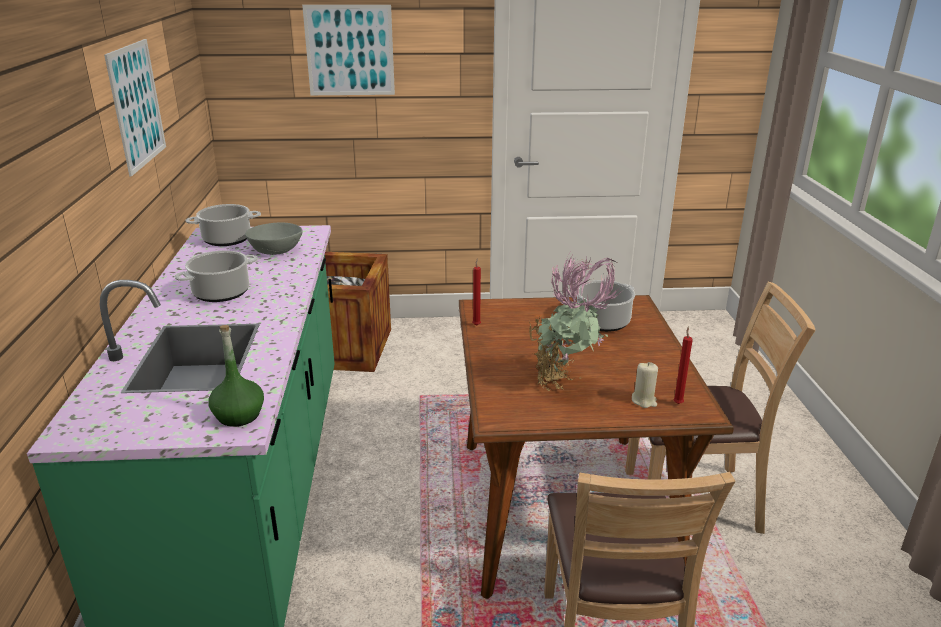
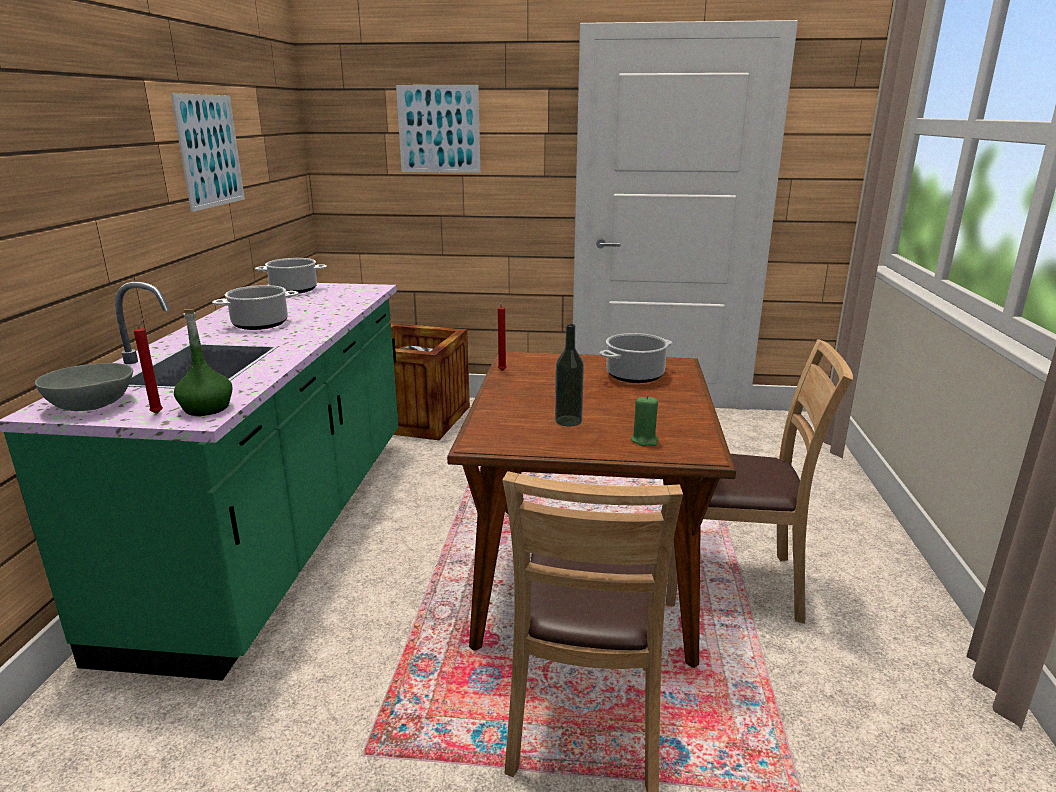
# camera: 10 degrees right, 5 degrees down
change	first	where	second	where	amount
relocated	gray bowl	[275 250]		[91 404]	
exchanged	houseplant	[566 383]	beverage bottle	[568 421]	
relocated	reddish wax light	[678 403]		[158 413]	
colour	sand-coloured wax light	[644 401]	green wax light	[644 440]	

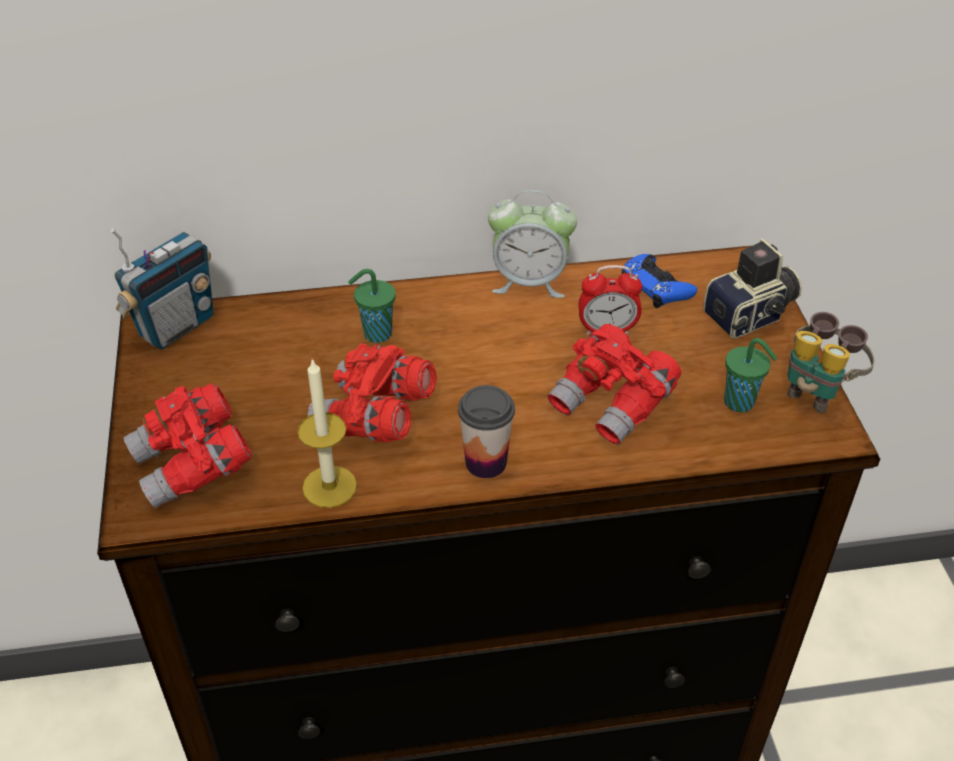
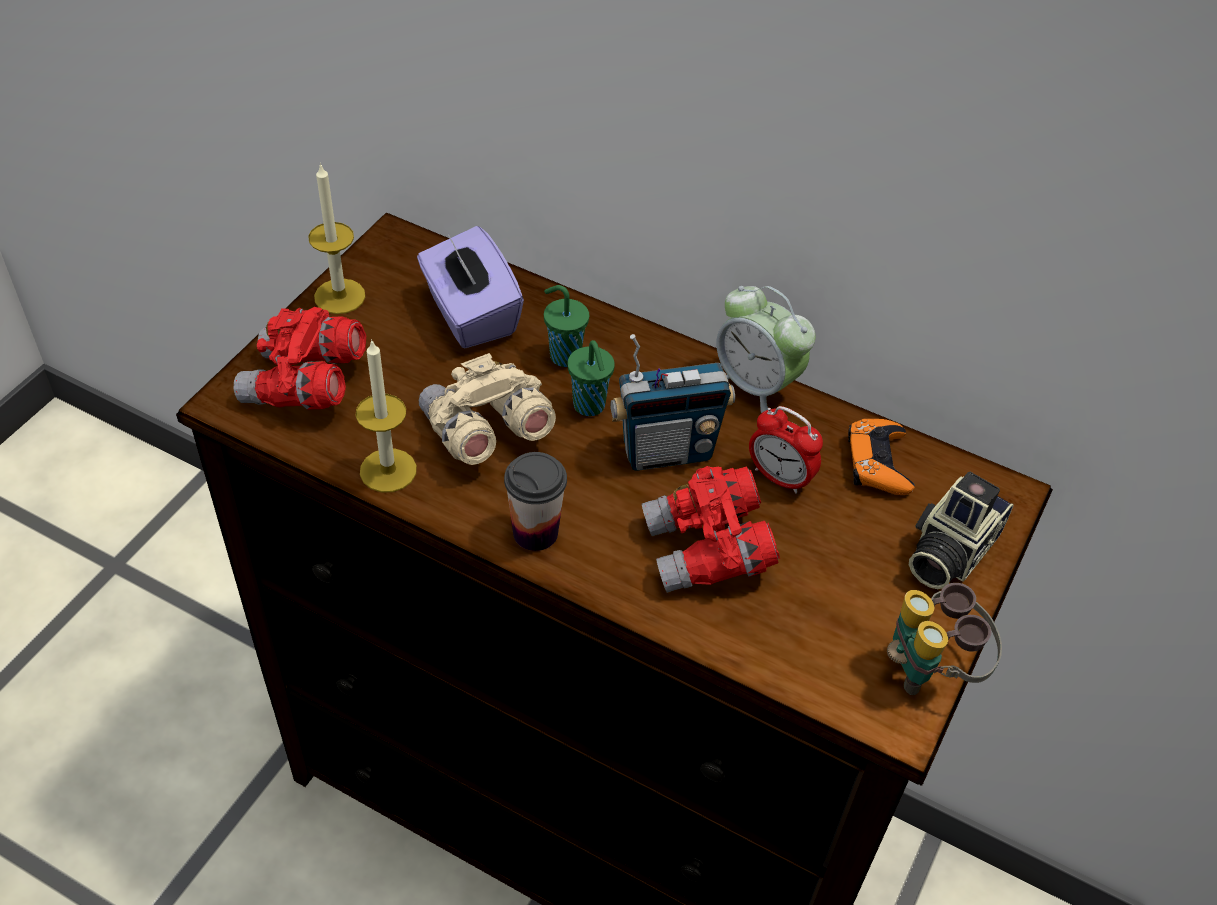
# camera: 35 degrees right, 5 degrees up
change	first	where	second	where	amount
relocated	radio set	[176 326]		[666 451]	
spun	photo camera	[752 316]		[947 551]	120 degrees clockwise
colour	blue game controller	[656 287]	orangey game controller	[878 463]	
relocated	green cup	[741 403]		[590 407]	
colour	reddish binoculars	[374 418]	sand-coloured binoculars	[484 432]	
appeared			wax light	[339 296]	
appeared			purple box of tissues	[470 314]	

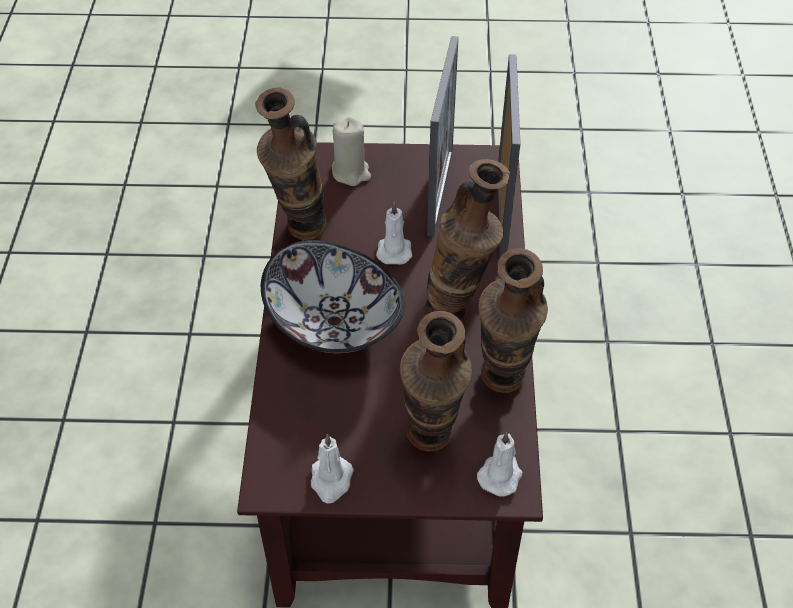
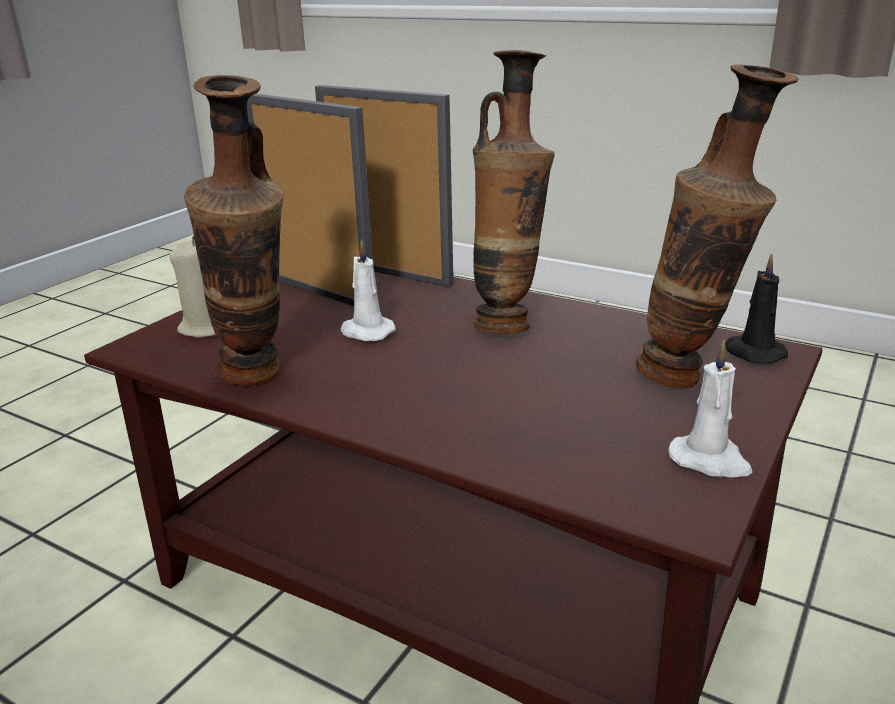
# camera: 60 degrees left, 25 degrees down
change	first	where	second	where	amount
missing	bowl	[335 321]			
missing	vase	[501 389]			
colour	white wax light	[501 474]	black wax light	[752 352]	

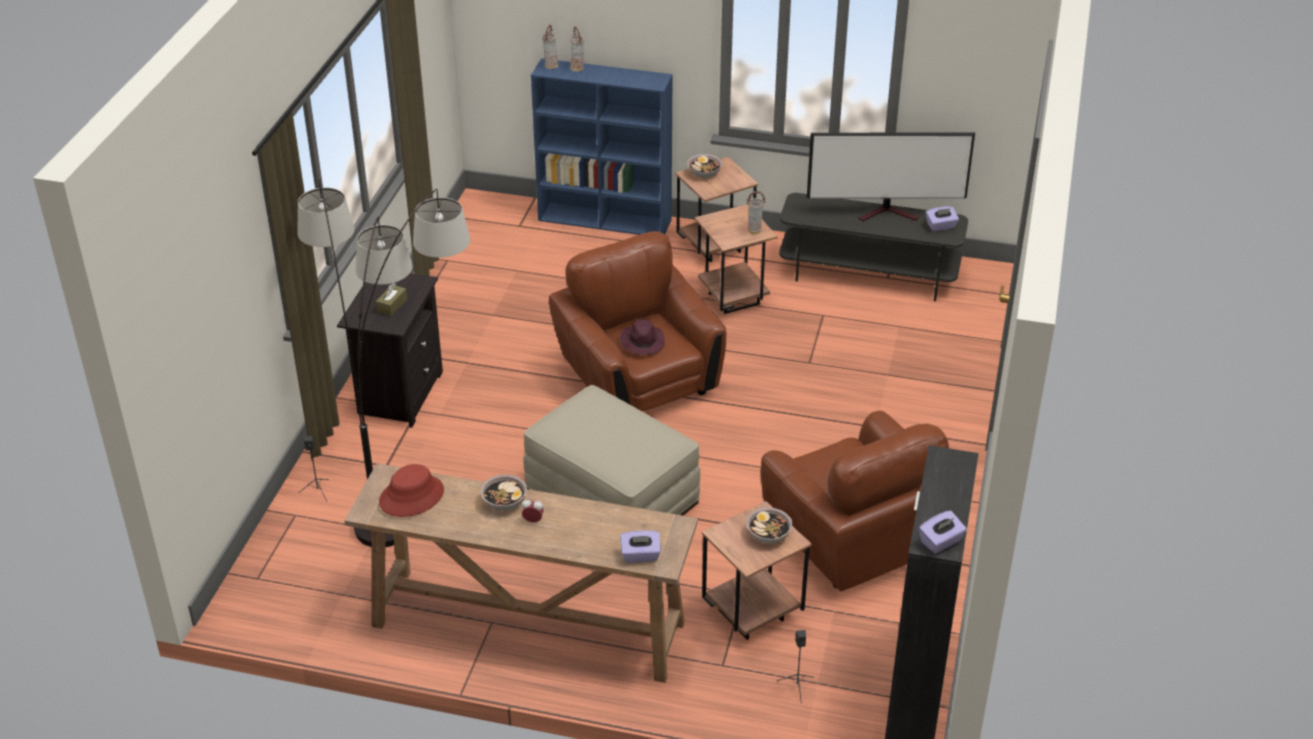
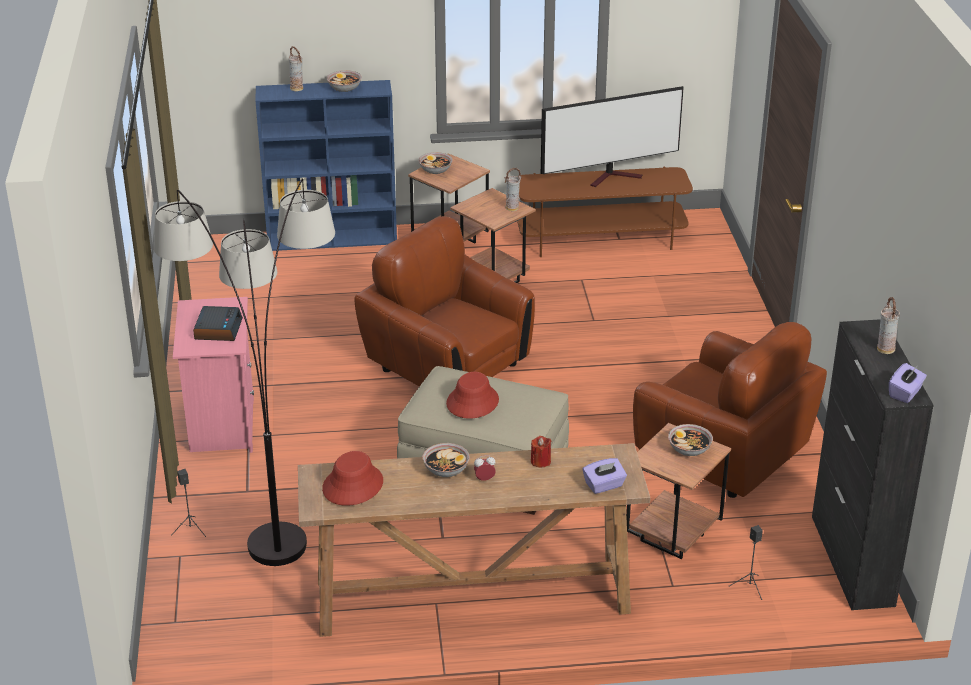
# camera: 20 degrees left, 5 degrees down
change	first	where	second	where	amount
relocated	vase	[550 66]		[884 349]	
colour	gray tv stand	[869 274]	brownish tv stand	[601 239]	
missing	purple box of tissues	[941 226]			
colour	black bedside table	[399 394]	pink bedside table	[221 426]	
exchanged	brownish box of tissues	[392 305]	table clock	[218 329]	
missing	purple wearable hat	[642 342]			
appeared			bowl	[344 88]	
appeared			reddish wearable hat	[472 402]	
appeared			reddish wax light	[540 461]	

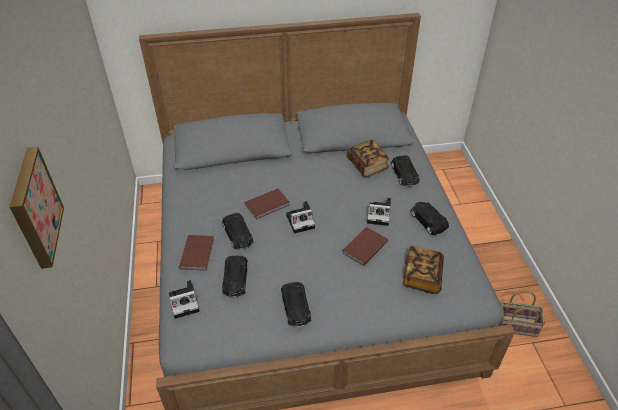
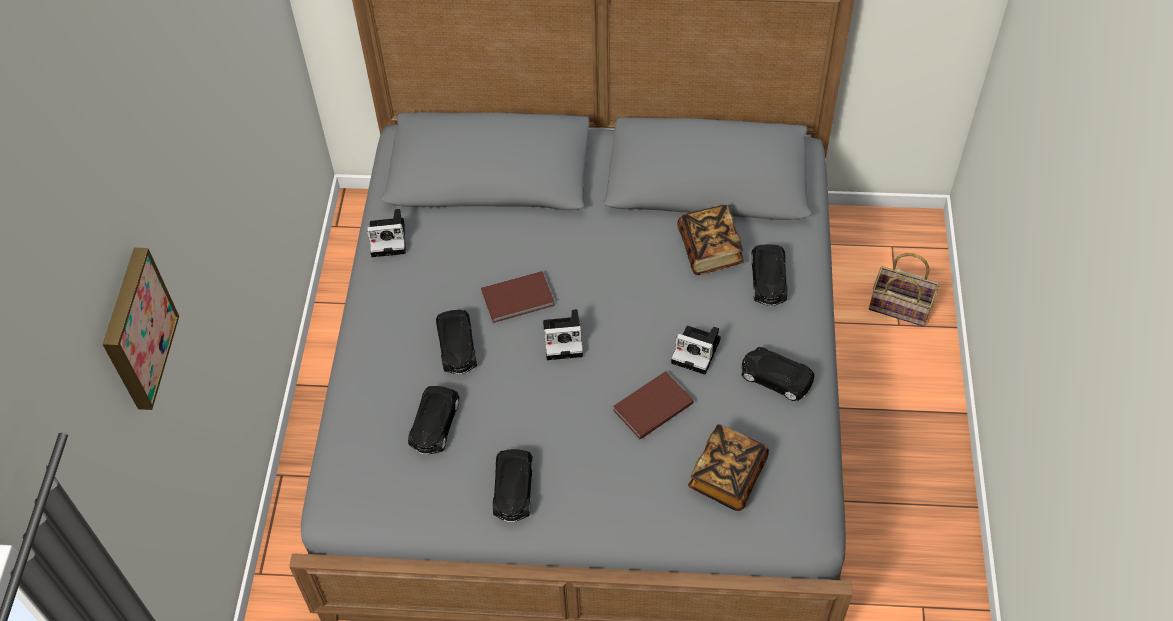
# camera: 15 degrees right, 10 degrees up
change	first	where	second	where	amount
spun	black toy car	[428 221]		[775 378]	45 degrees counterclockwise
missing	brownish book	[198 253]			
relocated	photo camera	[185 302]		[390 238]	
relocated	basket	[517 325]		[902 306]	

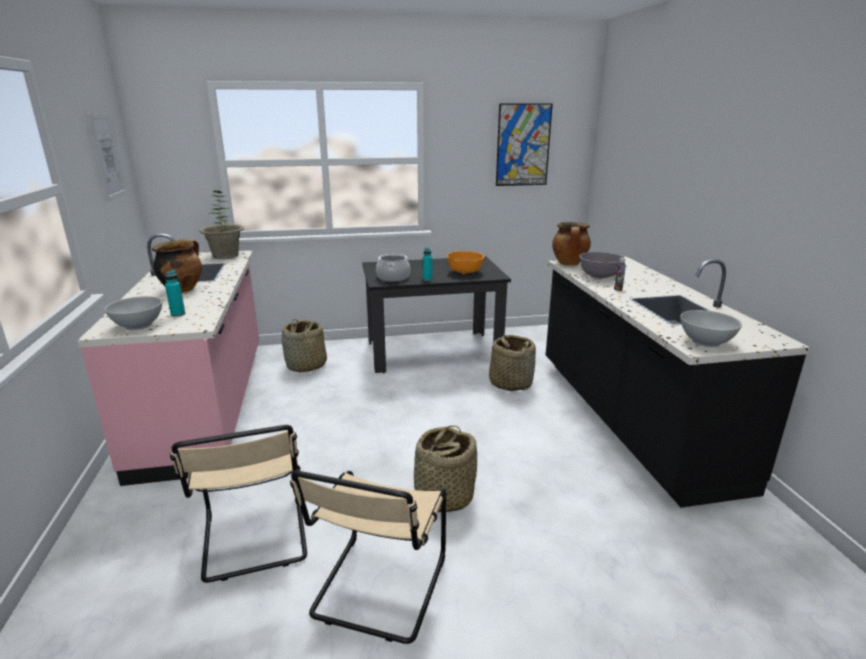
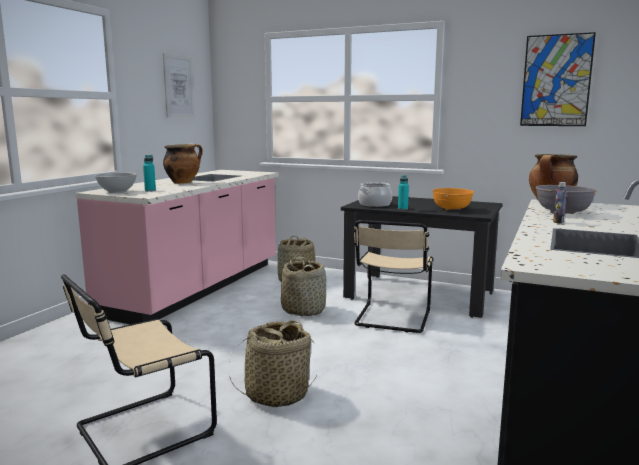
# camera: 35 degrees right, 10 degrees down
change	first	where	second	where	amount
missing	houseplant	[225 256]			
missing	white bowl	[705 342]			
relocated	basket	[510 382]		[304 310]	
relocated	sand-coloured plain chair	[255 539]		[392 319]	

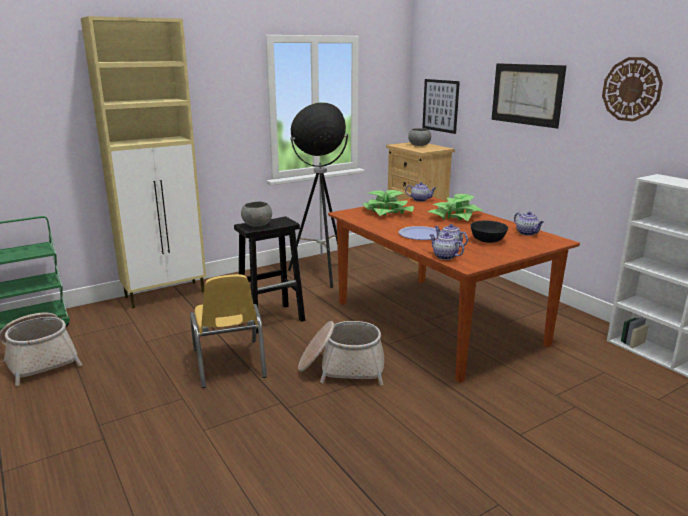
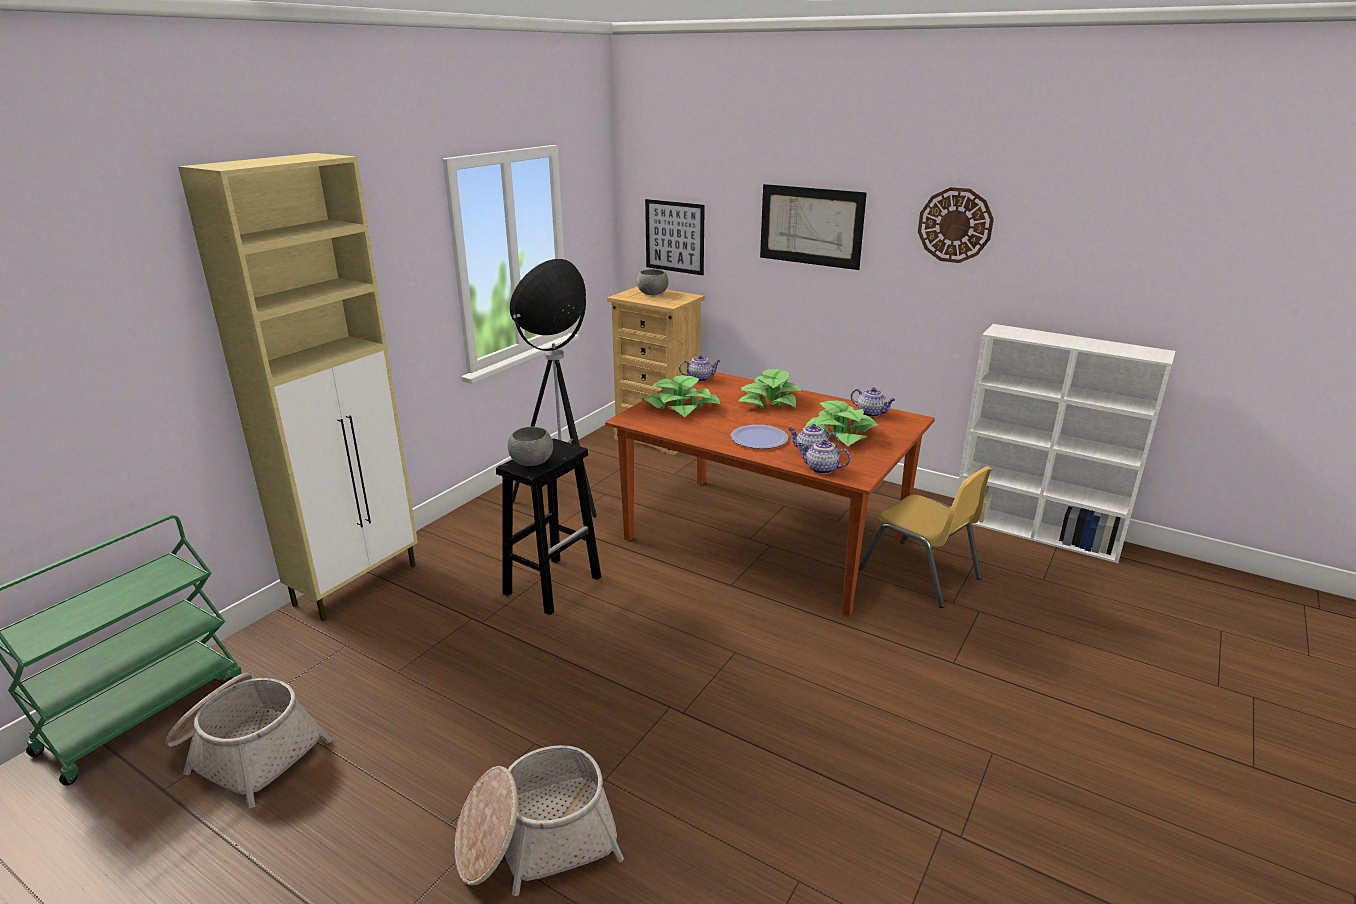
# camera: 25 degrees left, 5 degrees up
change	first	where	second	where	amount
exchanged	black bowl	[488 240]	houseplant	[841 433]	
relocated	yellowish plain chair	[229 363]		[920 574]	
relocated	basket	[342 367]		[536 840]	

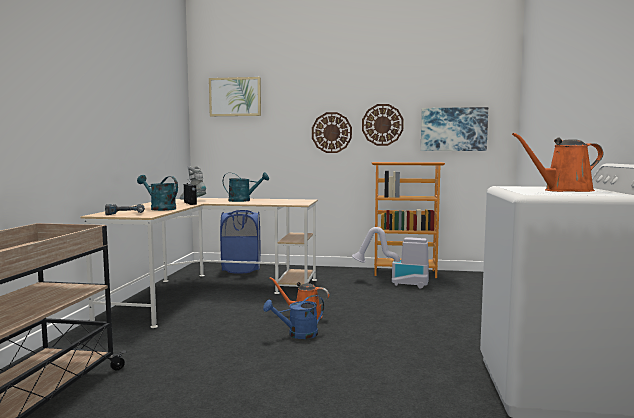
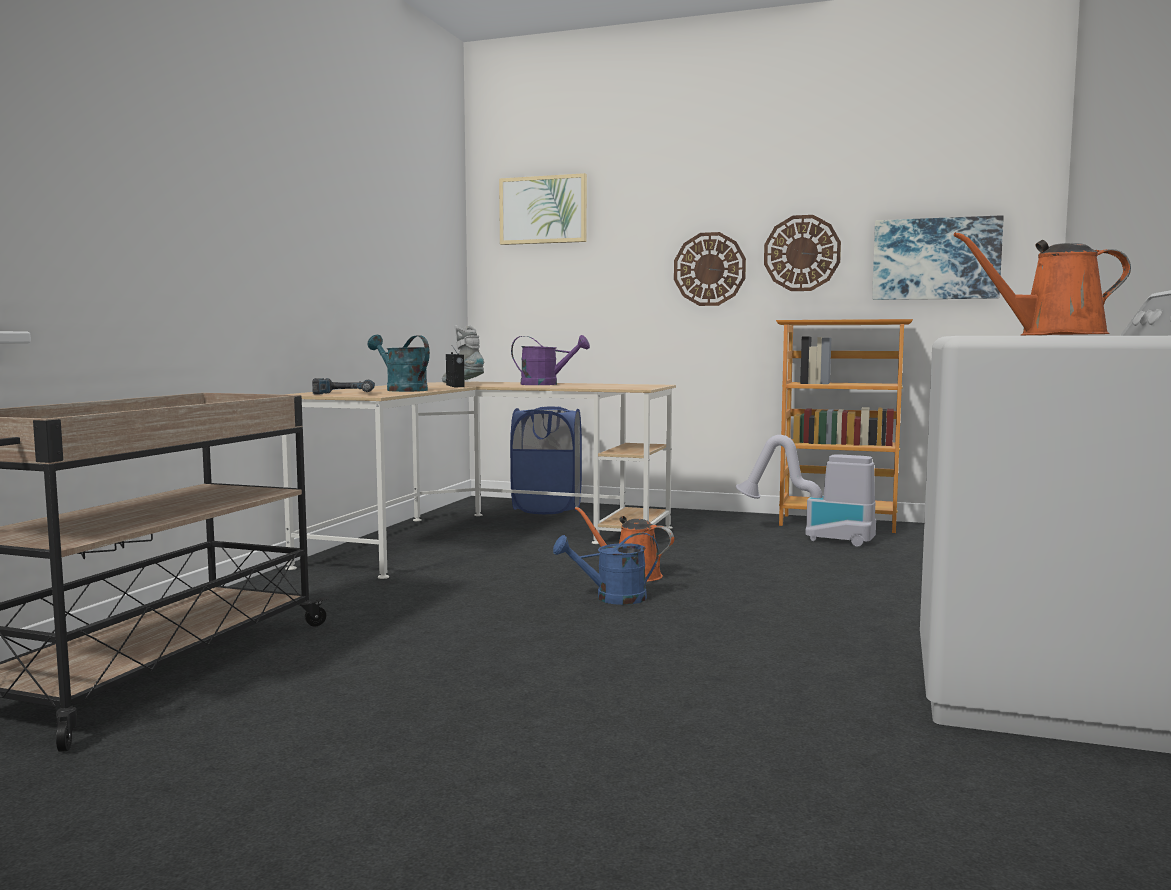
# camera: 10 degrees right, 0 degrees up
change	first	where	second	where	amount
colour	turquoise watering pot	[243 200]	purple watering pot	[546 384]	

